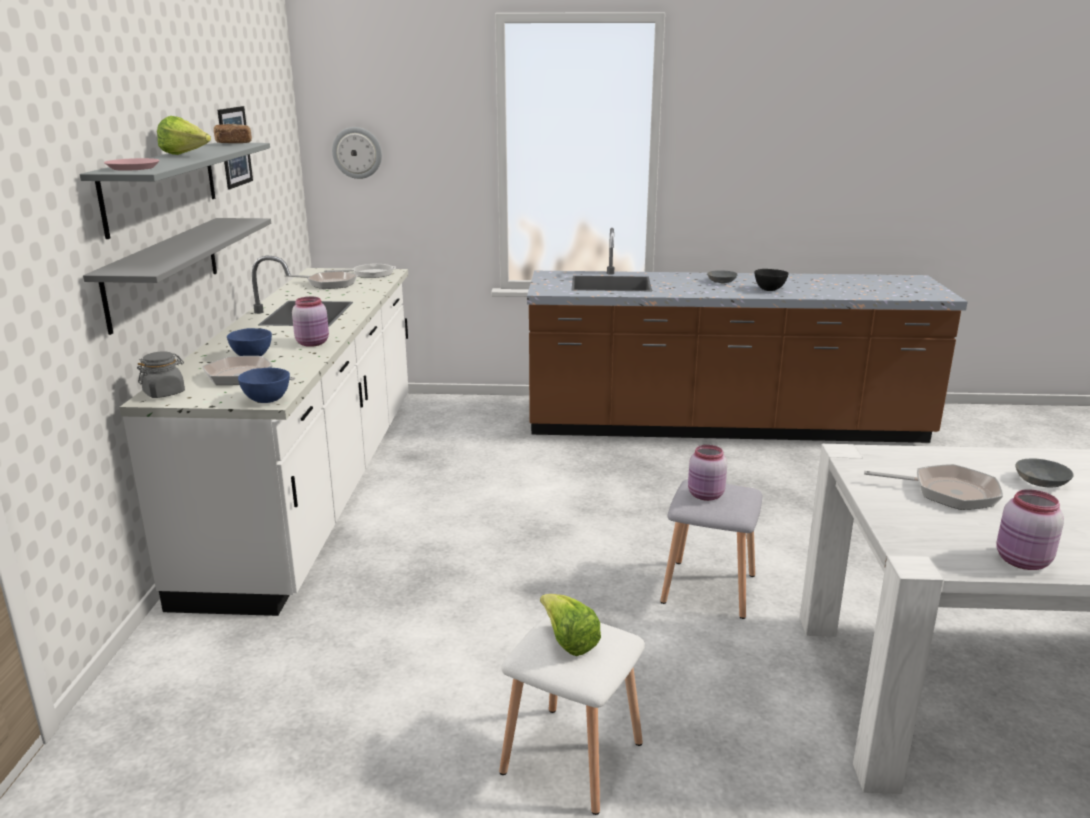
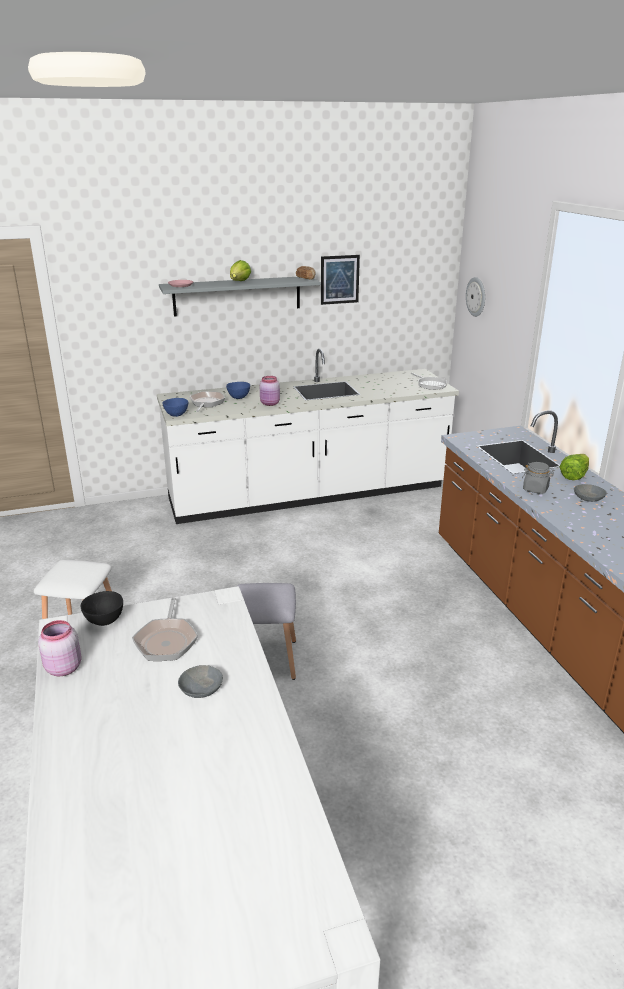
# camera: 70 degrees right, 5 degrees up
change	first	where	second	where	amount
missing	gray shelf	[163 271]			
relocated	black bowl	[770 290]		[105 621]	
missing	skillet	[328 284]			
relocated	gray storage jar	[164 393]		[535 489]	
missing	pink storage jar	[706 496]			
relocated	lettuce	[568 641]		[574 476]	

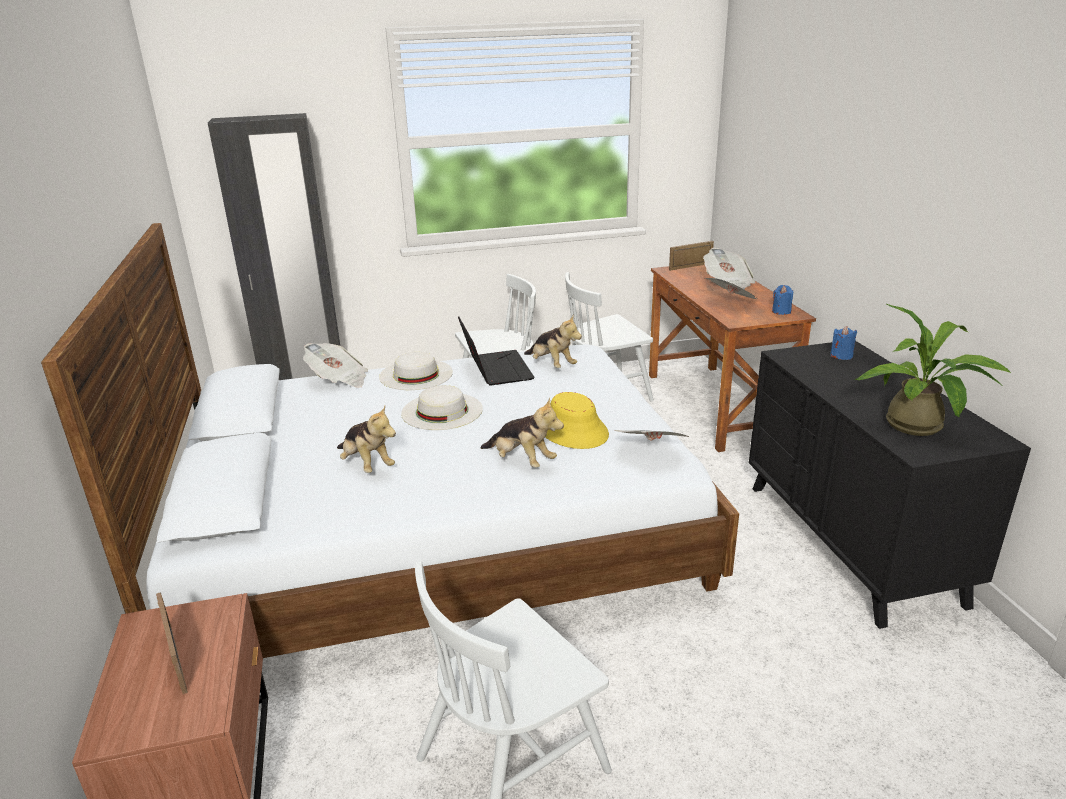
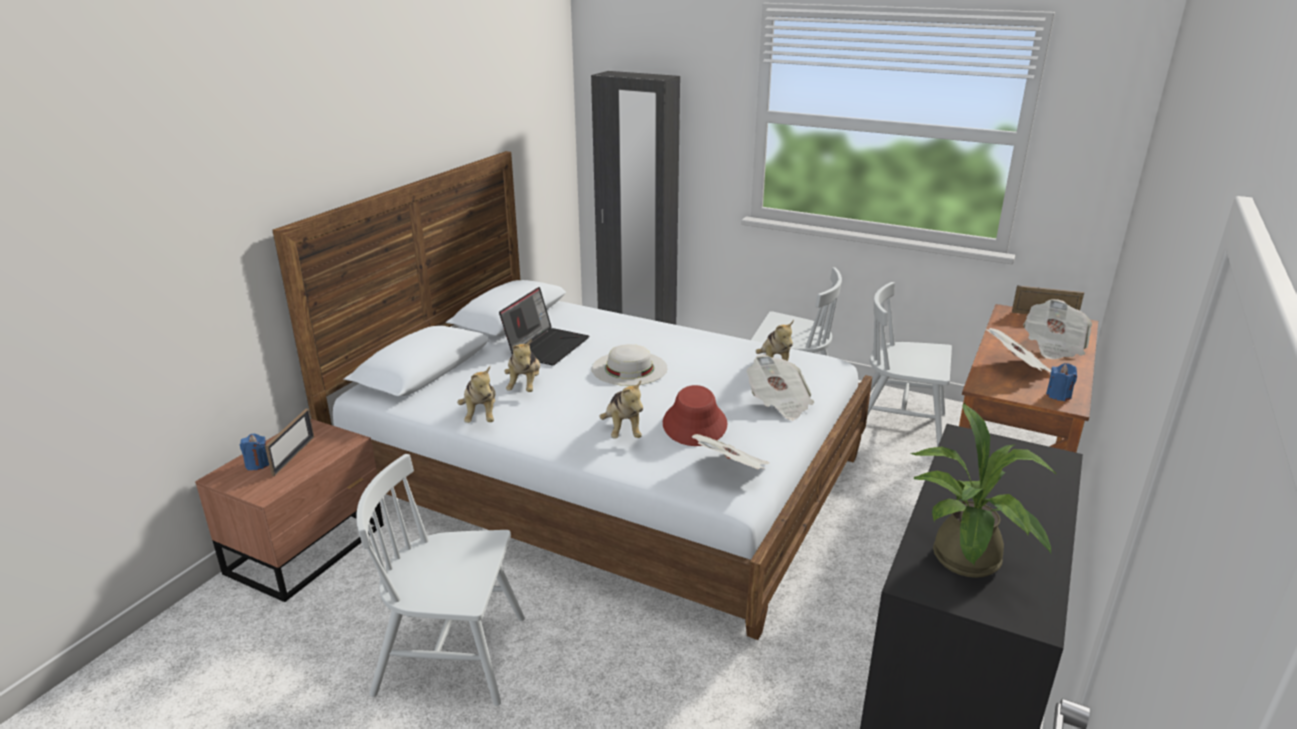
# camera: 40 degrees right, 0 degrees up
change	first	where	second	where	amount
relocated	portable computer	[495 369]		[546 346]	
relocated	blue wax light	[841 356]		[258 464]	
relocated	printed paper	[339 380]		[779 403]	
missing	white wearable hat	[416 374]			
colour	yellowish wearable hat	[572 430]	reddish wearable hat	[695 424]	
appeared			cuddly toy	[481 416]	

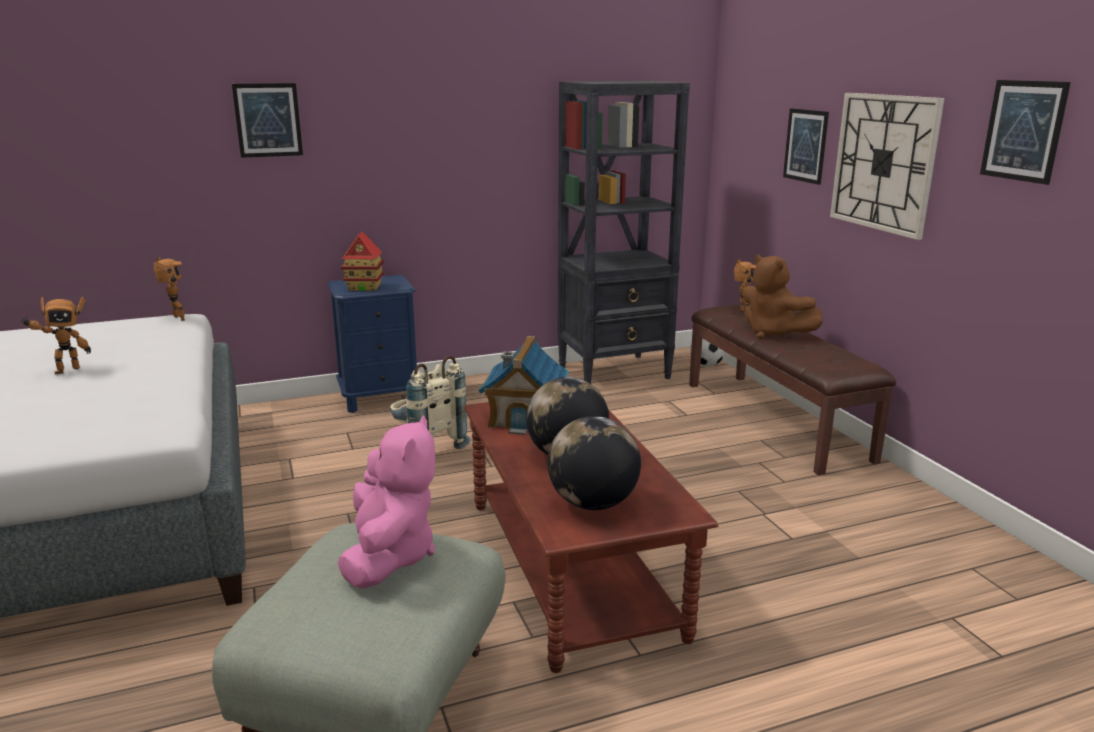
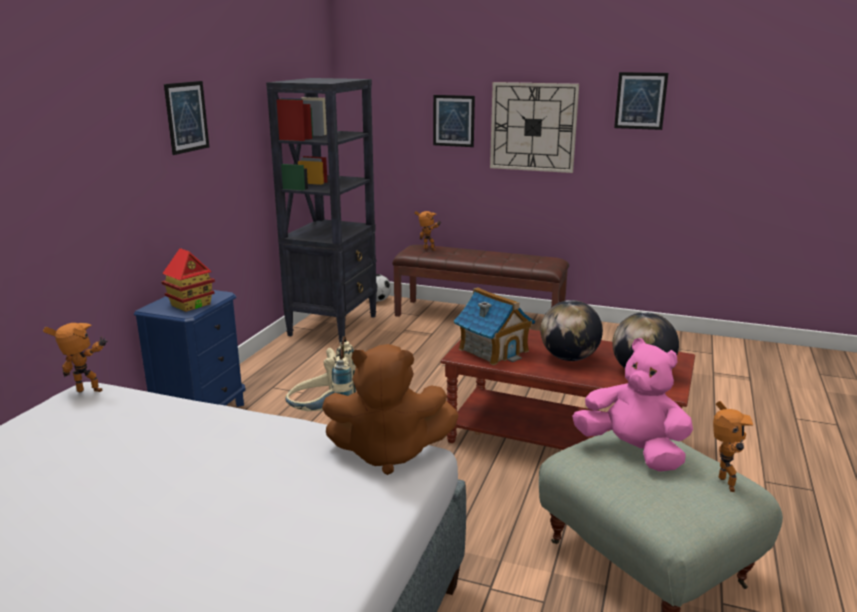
# camera: 50 degrees left, 0 degrees up
change	first	where	second	where	amount
relocated	picture	[268 120]		[187 117]	
relocated	brownish cuddly toy	[773 333]		[388 453]	
relocated	robot figure	[66 370]		[722 484]	

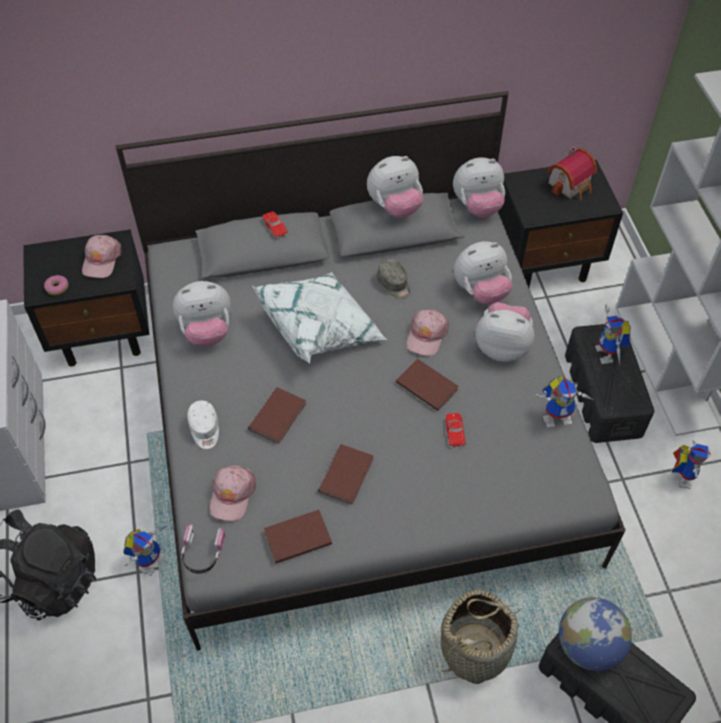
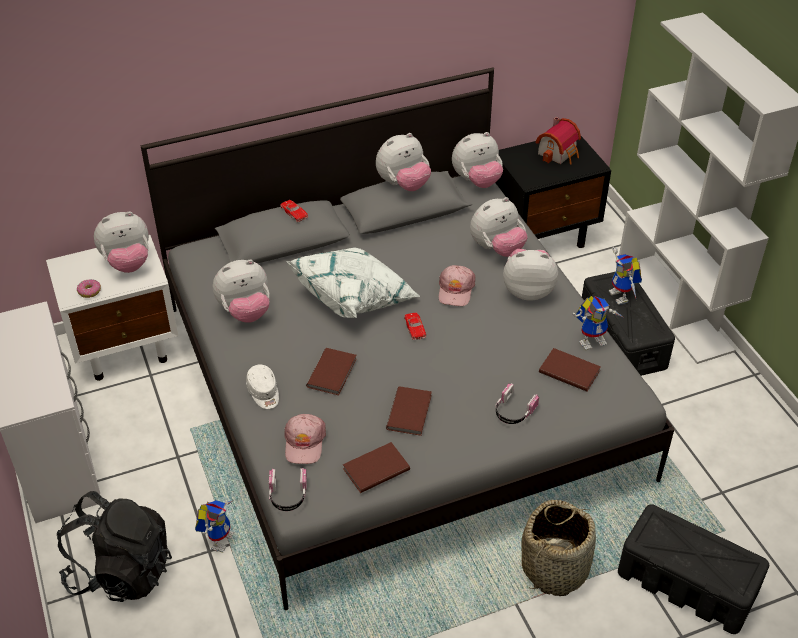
# camera: 10 degrees left, 10 degrees down
change	first	where	second	where	amount
colour	black bedside table	[104 334]	white bedside table	[126 348]	
exchanged	pink peaked cap	[101 260]	cuddly toy	[128 263]	
missing	gray peaked cap	[394 284]			
relocated	brownish book	[427 385]		[569 370]	
relocated	reddish toy car	[455 431]		[415 328]	
missing	robot figure	[681 475]			
missing	globe	[588 646]			
appeared			pair of headphones	[513 412]	

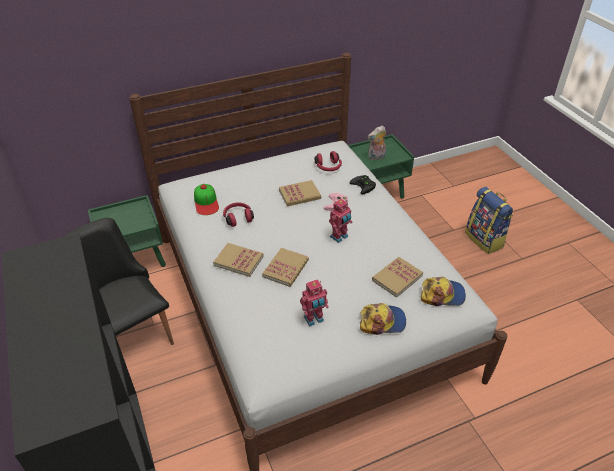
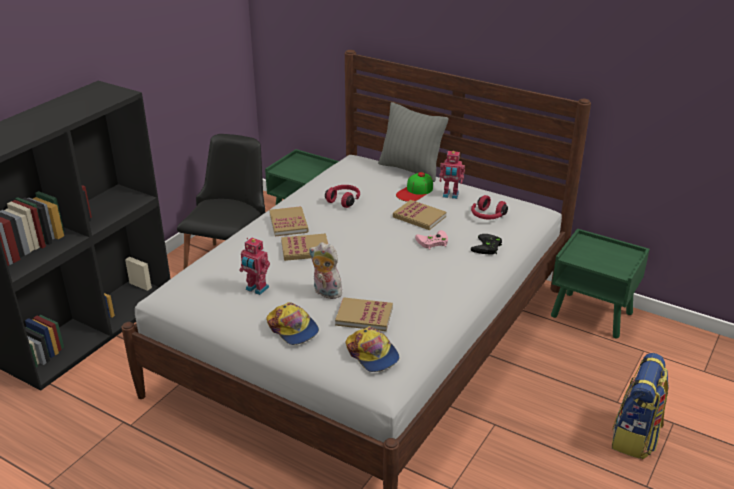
# camera: 55 degrees right, 10 degrees down
change	first	where	second	where	amount
relocated	cuddly toy	[376 157]		[325 293]	
relocated	peaked cap	[206 202]		[415 191]	
relocated	robot figure	[340 237]		[450 195]	
appeared			gray cushion	[411 169]	

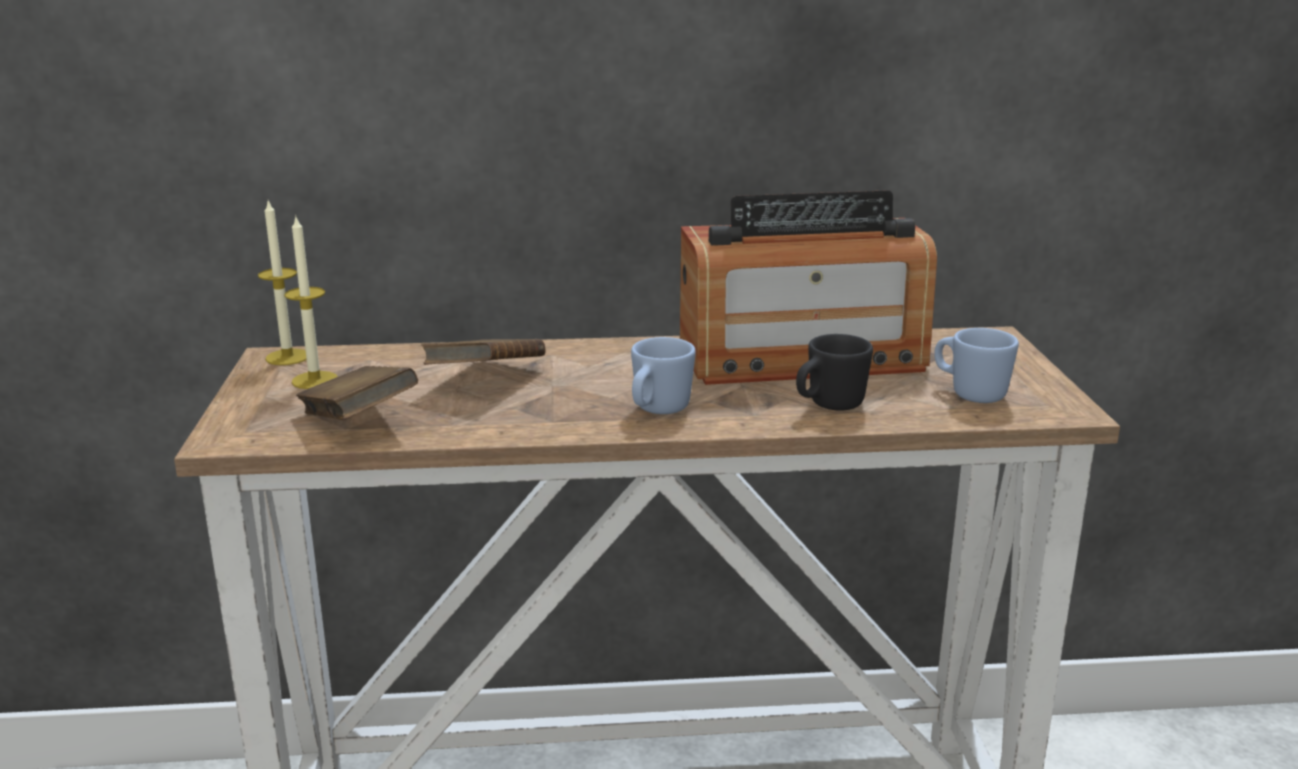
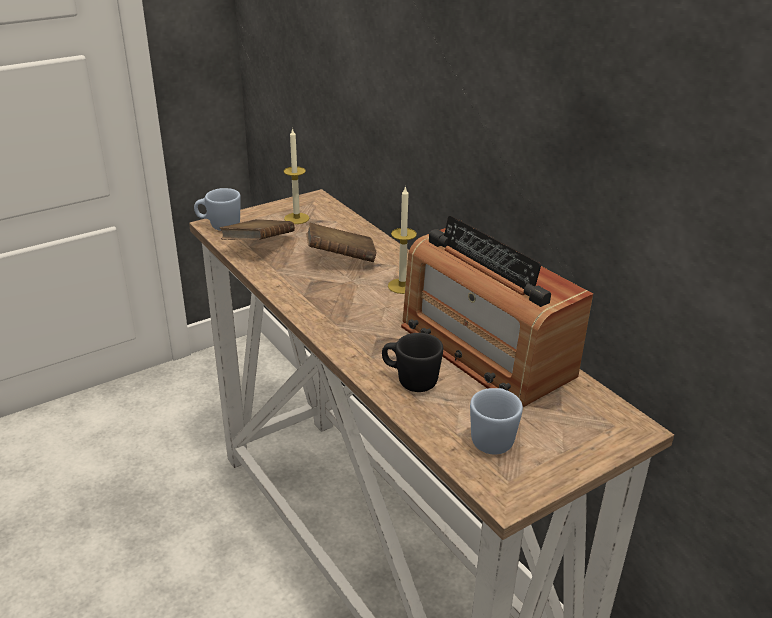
# camera: 60 degrees right, 10 degrees up
change	first	where	second	where	amount
relocated	wax light	[287 357]		[402 286]	
relocated	blue mug	[657 411]		[219 226]	

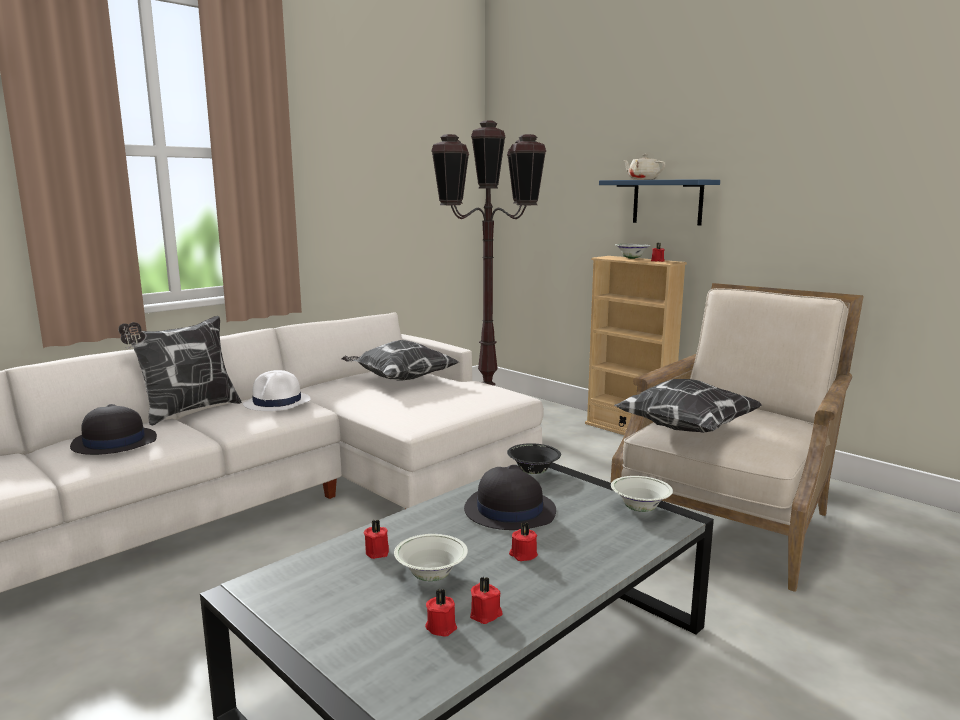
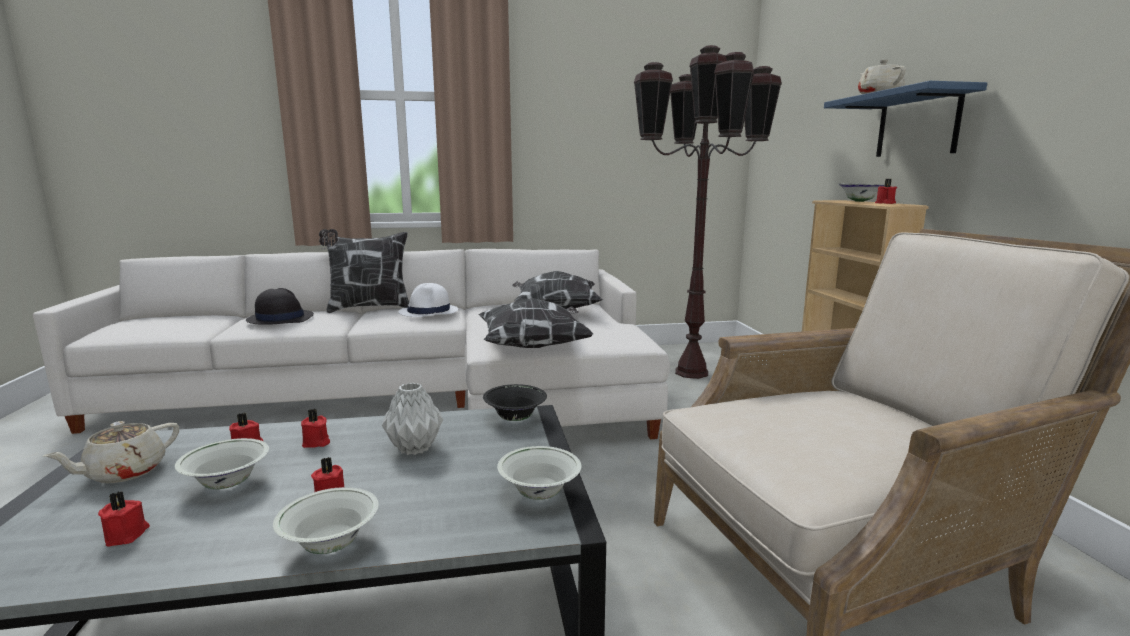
# camera: 35 degrees right, 0 degrees up
change	first	where	second	where	amount
relocated	cushion	[684 429]		[534 347]	
exchanged	black wearable hat	[509 510]	gray vase	[415 448]	
relocated	reddish wax light	[486 614]		[316 443]	
appeared			sand-coloured teapot	[124 472]	
appeared			white bowl	[331 545]	

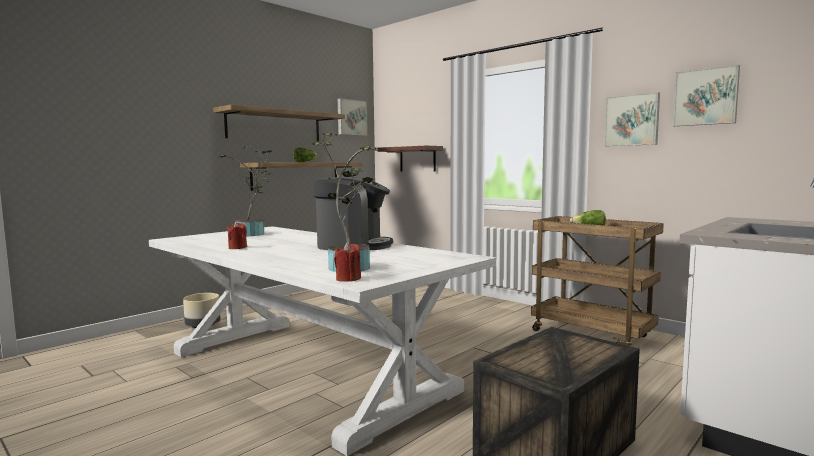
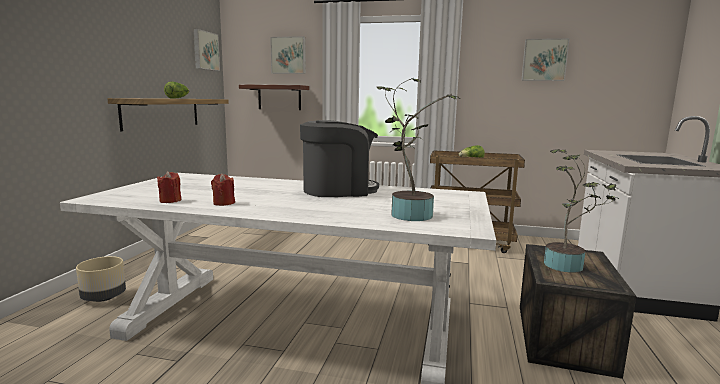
# camera: 30 degrees left, 5 degrees up
change	first	where	second	where	amount
relocated	picture	[632 120]		[288 55]	
missing	shelf	[274 126]			
relocated	houseplant	[252 234]		[568 265]	
relocated	reddish wax light	[348 279]		[170 201]	

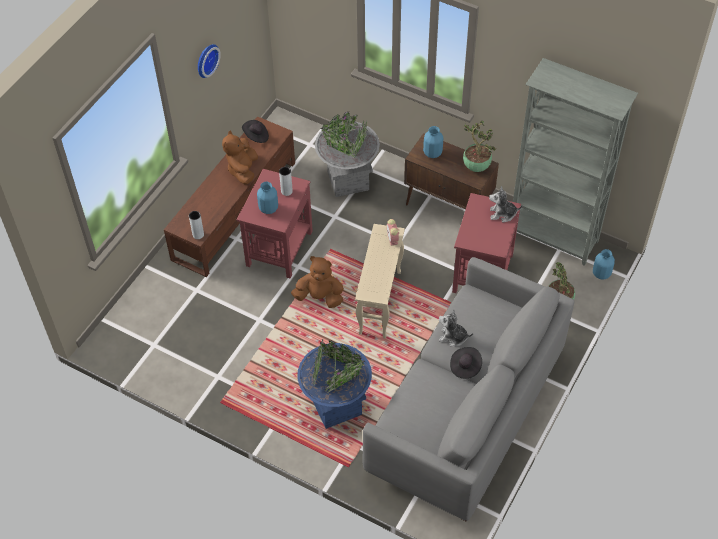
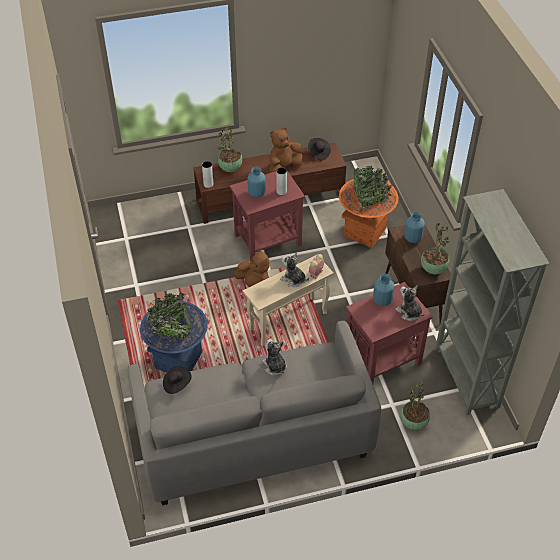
# camera: 45 degrees right, 5 degrees down
change	first	where	second	where	amount
missing	hanging clock	[206 60]			
colour	gray planter	[348 180]	orangey planter	[365 232]	
relocated	blue vase	[601 274]		[382 301]	
relocated	black wearable hat	[465 366]		[177 384]	
appeared			houseplant	[230 169]	
appeared			cuddly toy	[293 279]	

